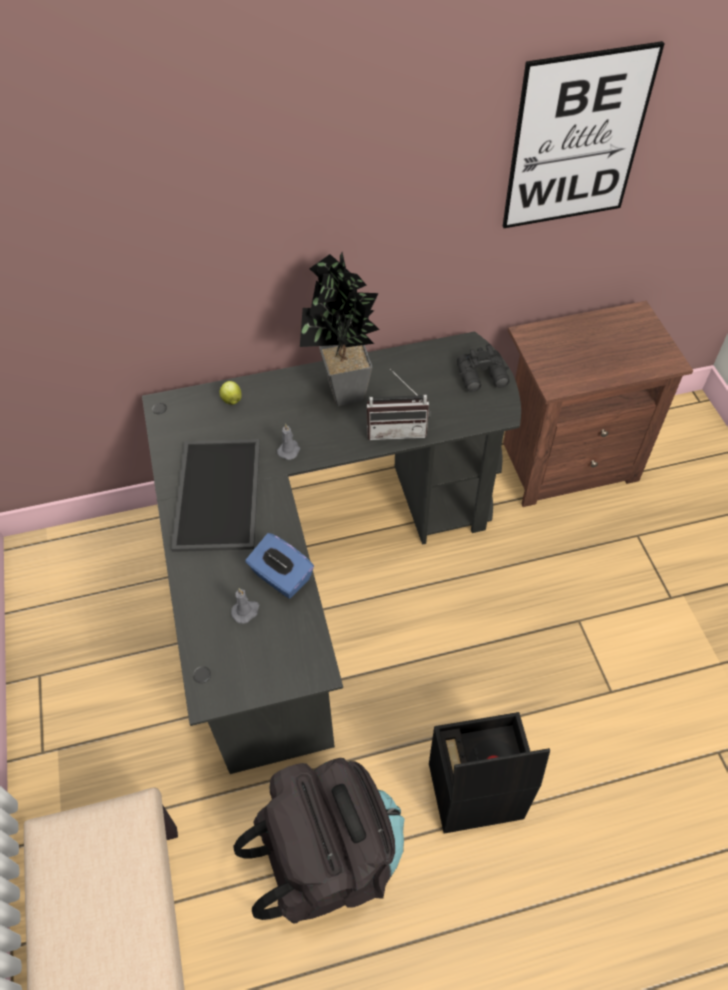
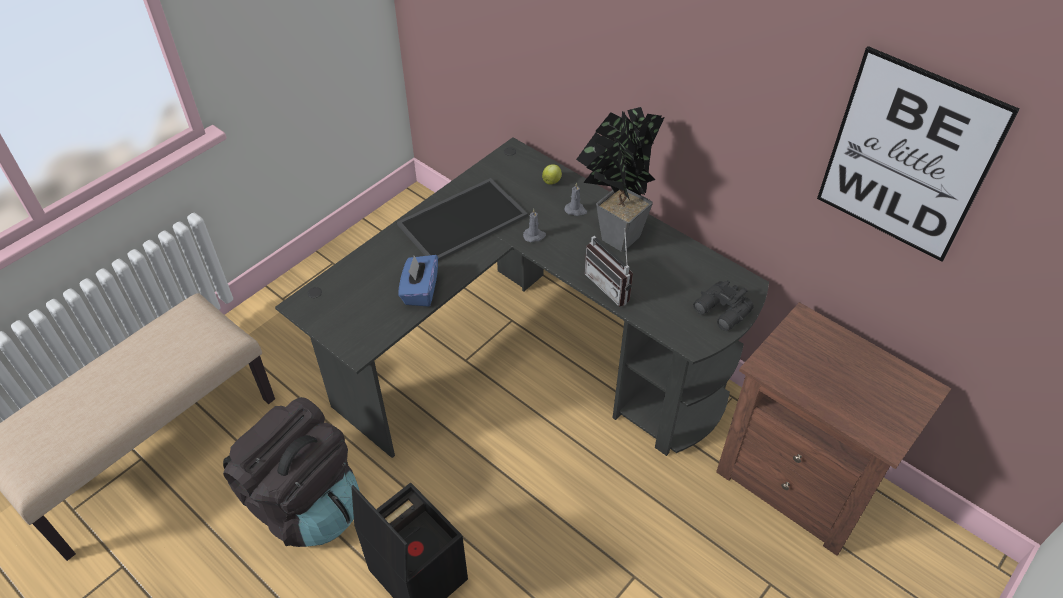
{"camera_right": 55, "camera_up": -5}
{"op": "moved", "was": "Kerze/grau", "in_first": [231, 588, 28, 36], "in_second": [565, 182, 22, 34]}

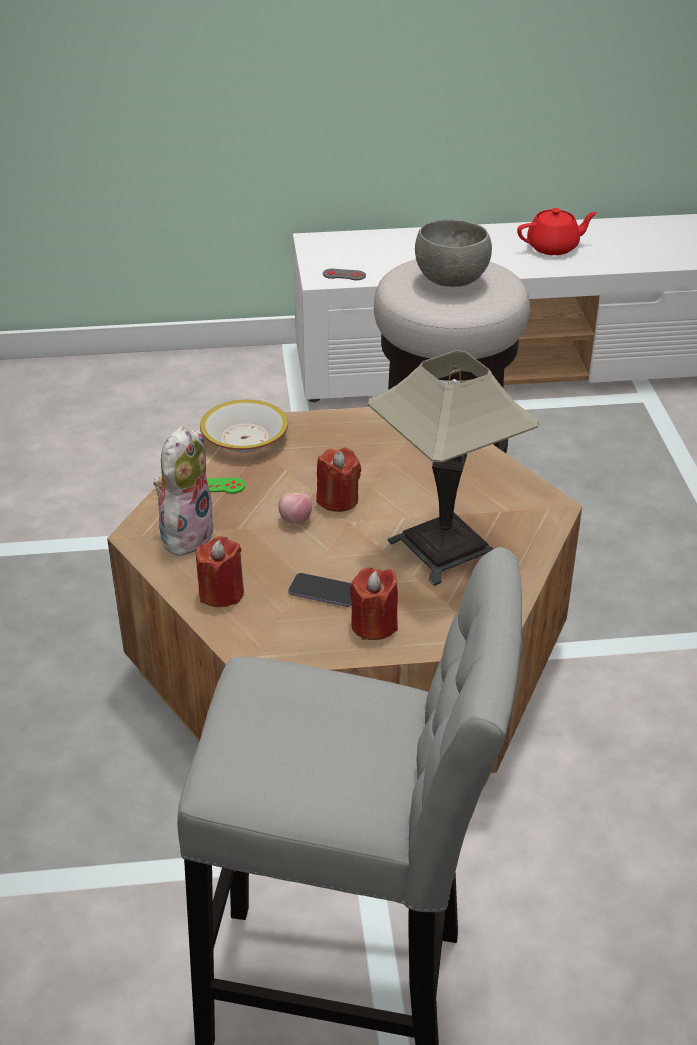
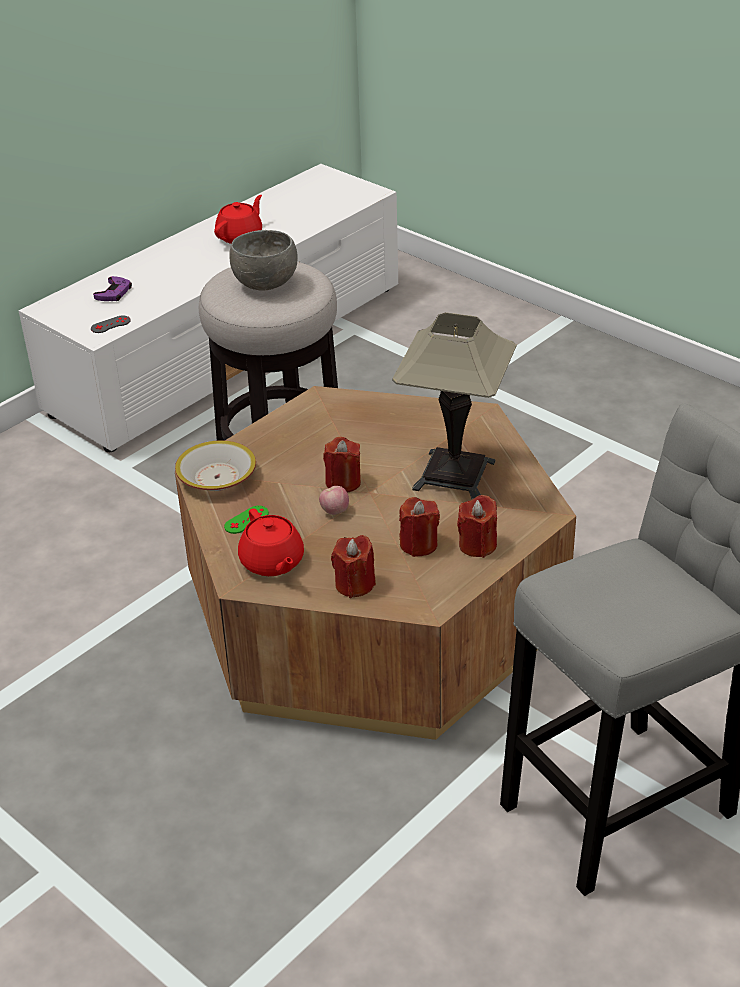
{"camera_right": -40, "camera_up": 0}
{"op": "replaced", "was": "Plüschtier", "now": "Teekanne/rot", "in_first": [149, 426, 66, 130], "in_second": [238, 508, 66, 68]}
{"op": "replaced", "was": "Handy", "now": "Kerze/rot", "in_first": [288, 573, 64, 34], "in_second": [399, 497, 41, 60]}
{"op": "added", "now": "Gamepad/lila", "in_second": [93, 276, 39, 25]}

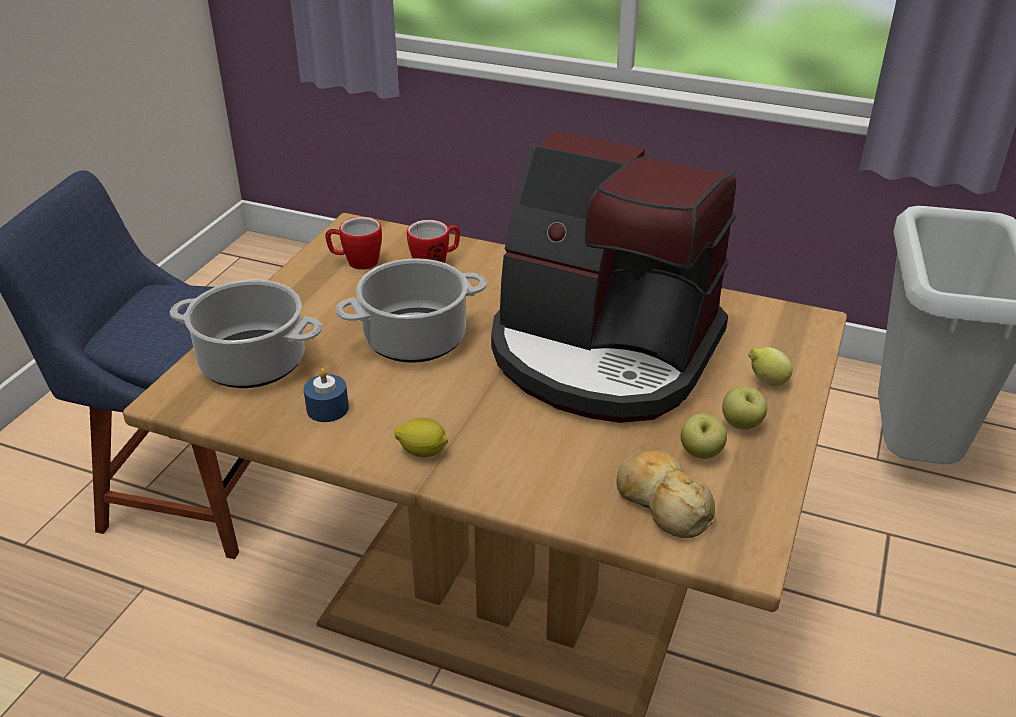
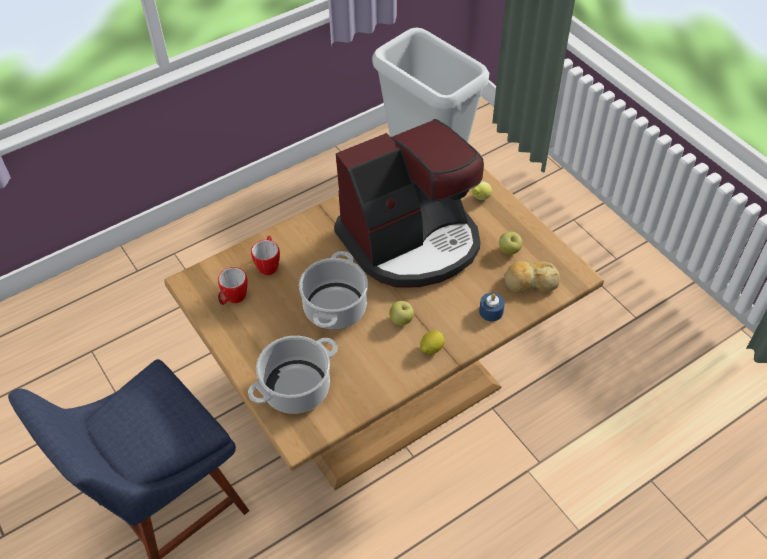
{"camera_right": -55, "camera_up": 15}
{"op": "moved", "was": "Kerze/blau", "in_first": [304, 368, 45, 54], "in_second": [479, 293, 26, 28]}
{"op": "moved", "was": "Apfel", "in_first": [722, 386, 45, 44], "in_second": [389, 301, 25, 24]}

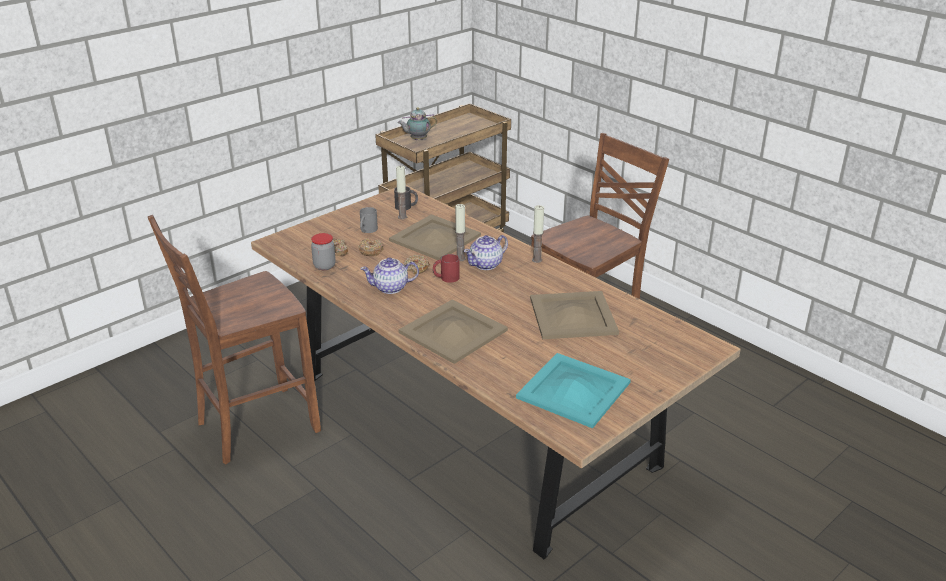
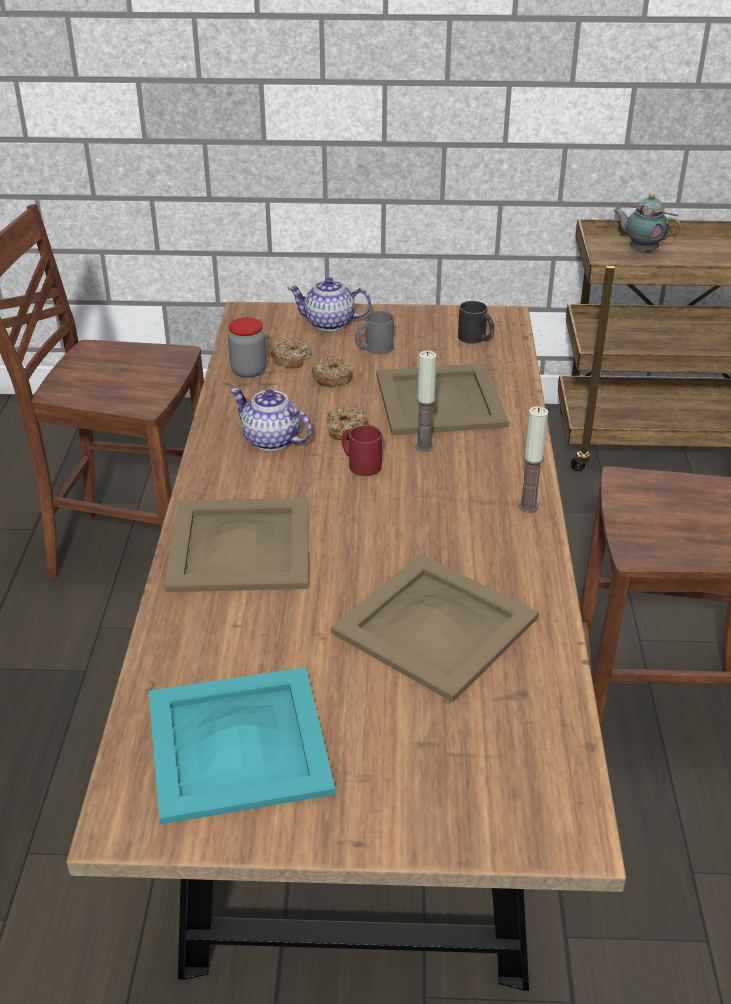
{"camera_right": 45, "camera_up": 5}
{"op": "removed", "was": "Kerze", "in_first": [396, 166, 11, 53]}
{"op": "moved", "was": "Teekanne", "in_first": [464, 235, 44, 35], "in_second": [288, 277, 83, 54]}

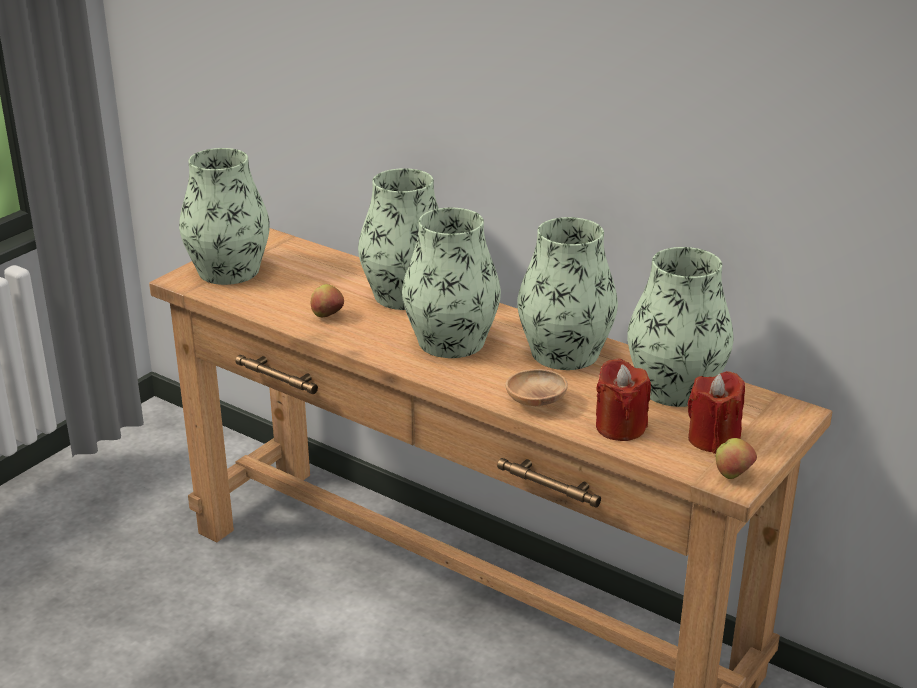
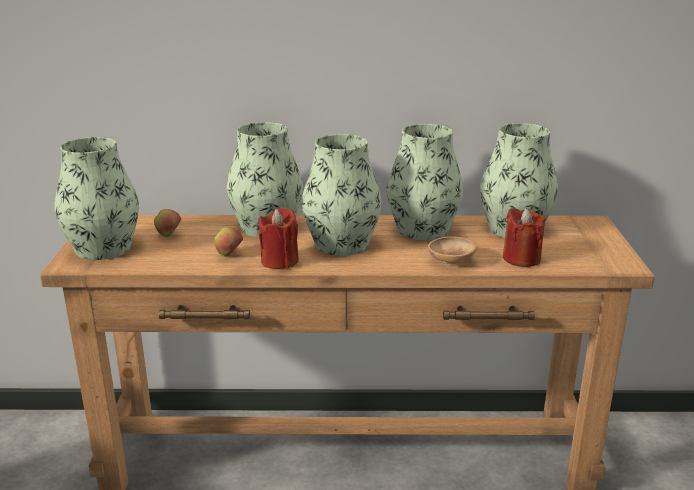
{"camera_right": -35, "camera_up": -5}
{"op": "moved", "was": "Kerze/rot", "in_first": [688, 371, 57, 83], "in_second": [258, 207, 41, 62]}
{"op": "moved", "was": "Apfel", "in_first": [716, 438, 41, 41], "in_second": [154, 209, 27, 28]}

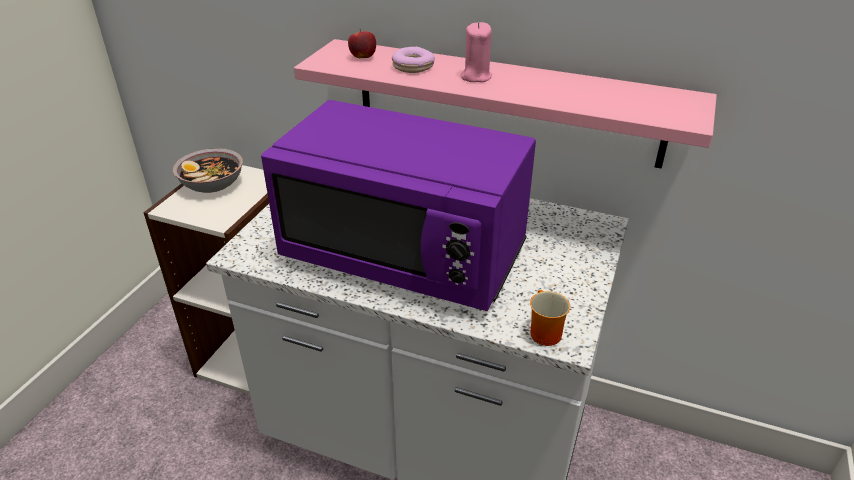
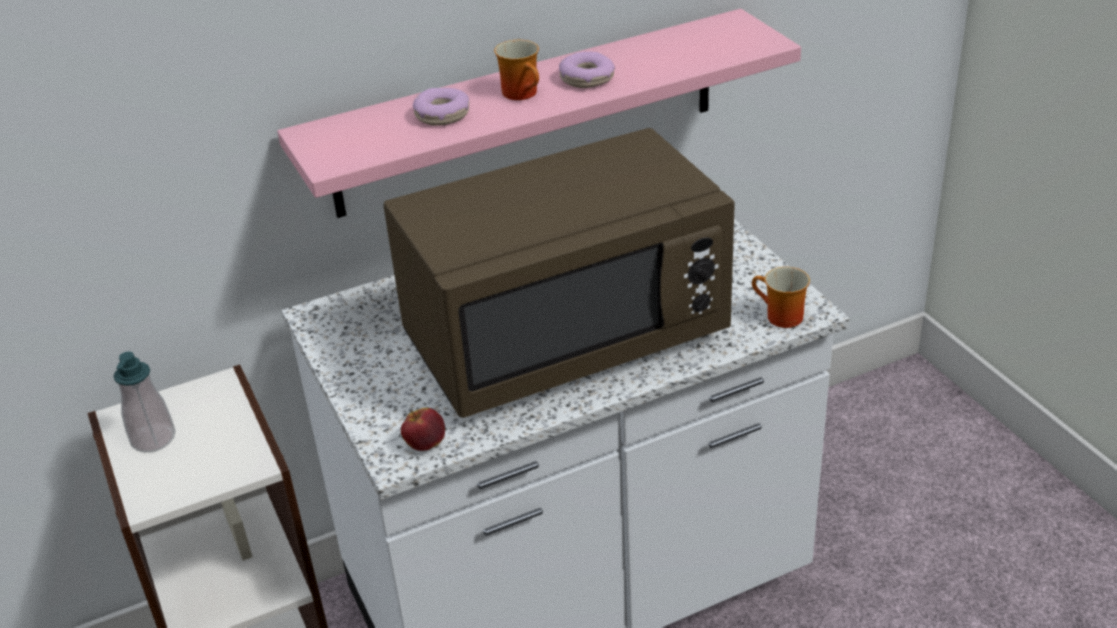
{"camera_right": -45, "camera_up": 0}
{"op": "replaced", "was": "Schüssel", "now": "Seifenspender", "in_first": [173, 148, 70, 45], "in_second": [114, 352, 61, 101]}
{"op": "recoloured", "was": "Mikrowelle/lila", "now": "Mikrowelle/braun", "in_first": [261, 100, 275, 211], "in_second": [383, 128, 352, 290]}
{"op": "moved", "was": "Apfel", "in_first": [348, 28, 28, 30], "in_second": [401, 408, 44, 43]}
{"op": "replaced", "was": "Kerze/rosa", "now": "Henkelbecher", "in_first": [461, 22, 31, 60], "in_second": [494, 40, 45, 60]}
{"op": "added", "now": "Donut", "in_second": [559, 52, 56, 36]}

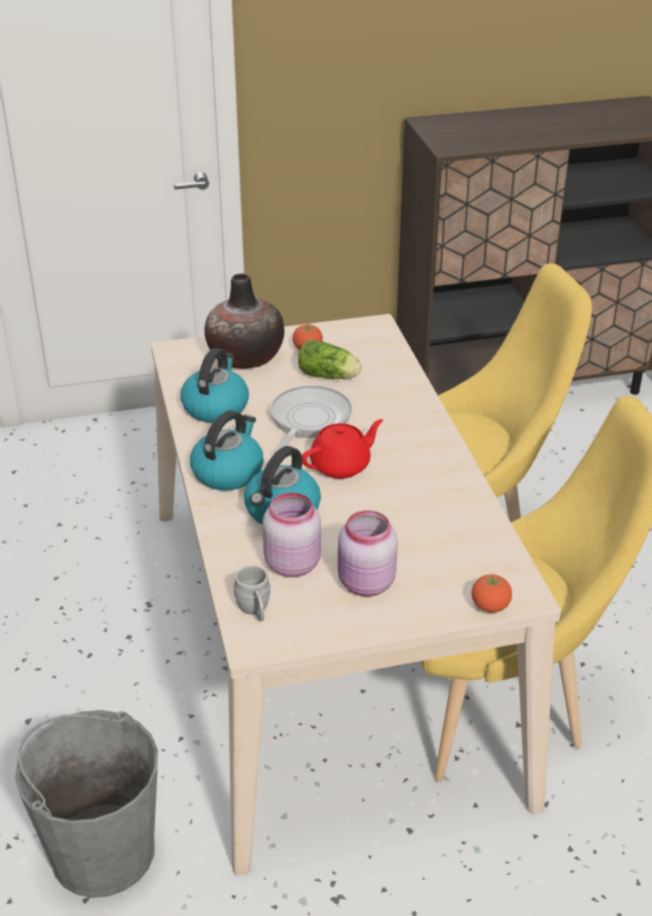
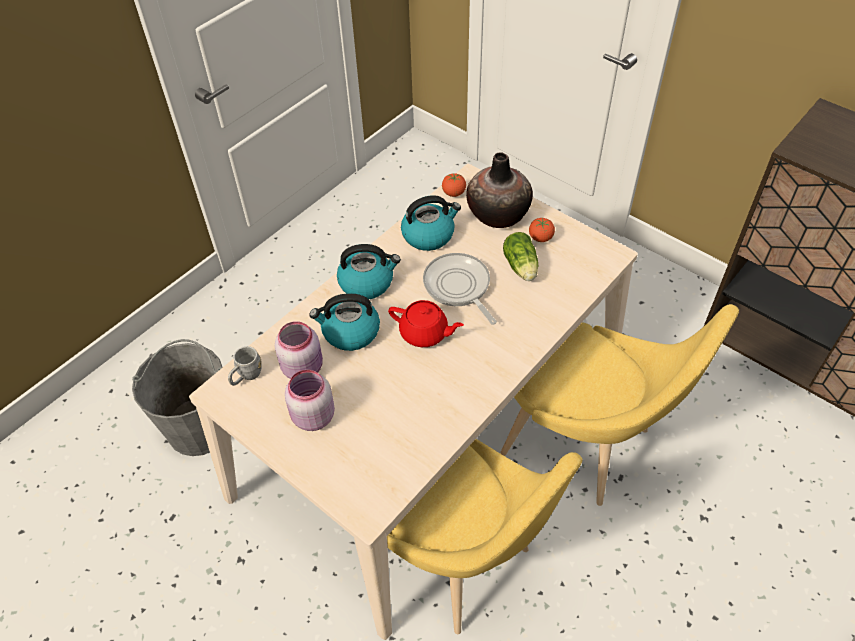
{"camera_right": 55, "camera_up": 15}
{"op": "turned", "was": "Pfanne", "in_first": [270, 385, 82, 68], "in_second": [423, 253, 74, 72], "clockwise": -105}
{"op": "moved", "was": "Tomate", "in_first": [472, 574, 40, 39], "in_second": [442, 173, 24, 24]}

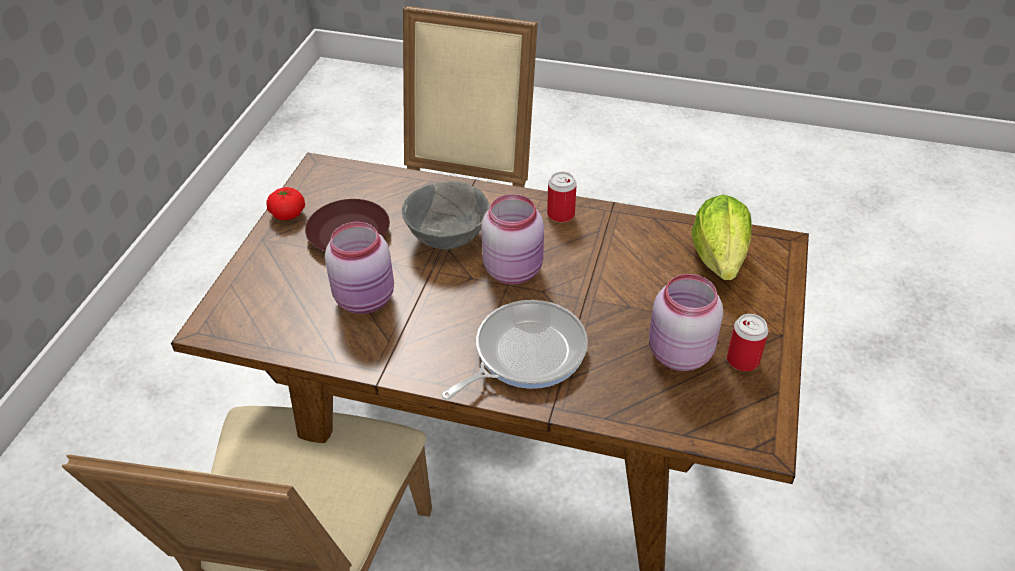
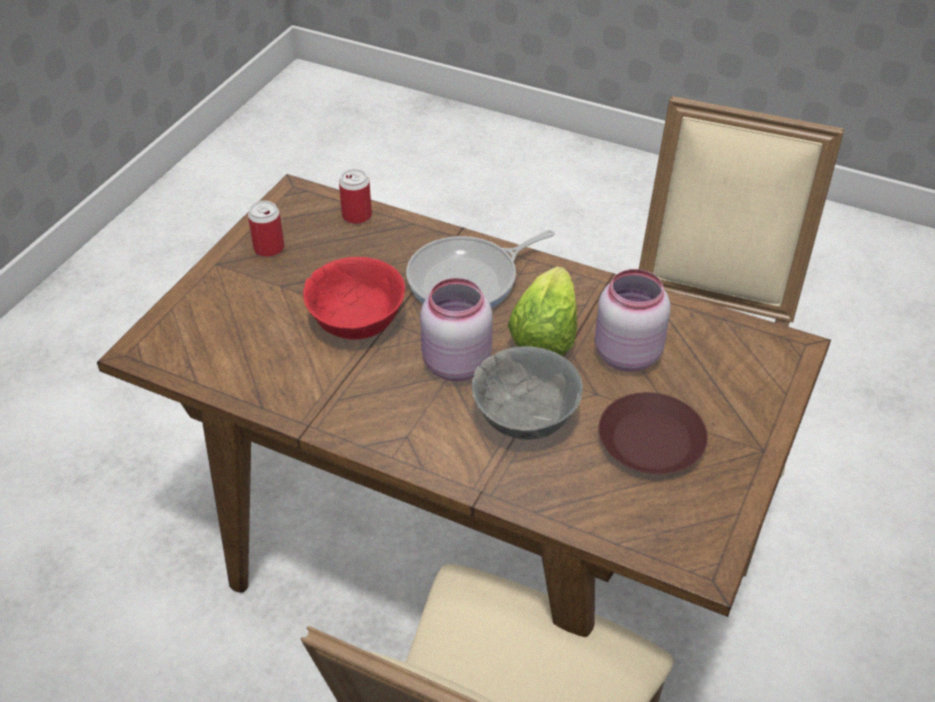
{"camera_right": -170, "camera_up": 0}
{"op": "removed", "was": "Tomate", "in_first": [266, 187, 39, 33]}
{"op": "moved", "was": "Dose", "in_first": [547, 172, 30, 51], "in_second": [339, 169, 33, 55]}
{"op": "removed", "was": "Vorratsglas/rosa", "in_first": [649, 274, 74, 97]}
{"op": "moved", "was": "Salatkopf", "in_first": [692, 195, 60, 85], "in_second": [508, 267, 69, 89]}
{"op": "added", "now": "Schüssel/rot", "in_second": [303, 257, 102, 83]}

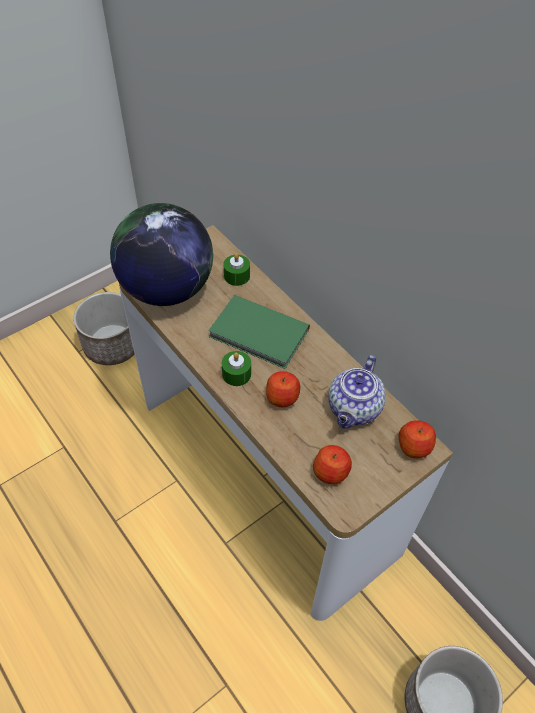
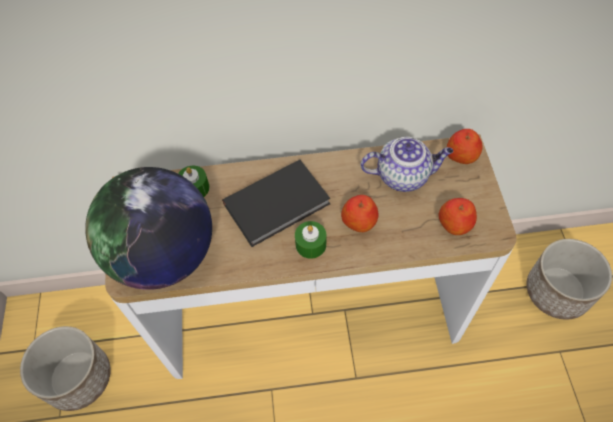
{"camera_right": -55, "camera_up": 5}
{"op": "recoloured", "was": "Buch/grün", "now": "Buch/schwarz", "in_first": [208, 295, 102, 74], "in_second": [222, 160, 109, 87]}
{"op": "turned", "was": "Teekanne", "in_first": [328, 355, 58, 74], "in_second": [360, 137, 93, 55], "clockwise": -60}

